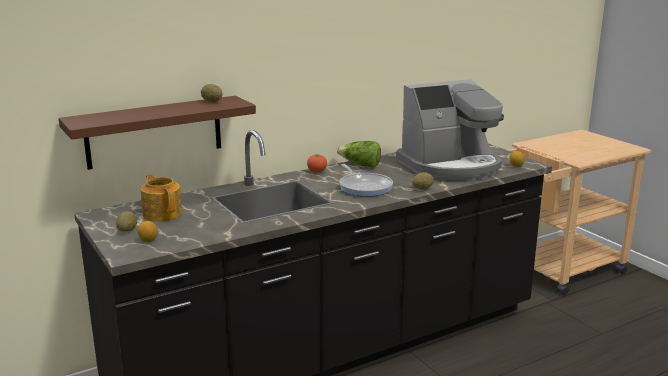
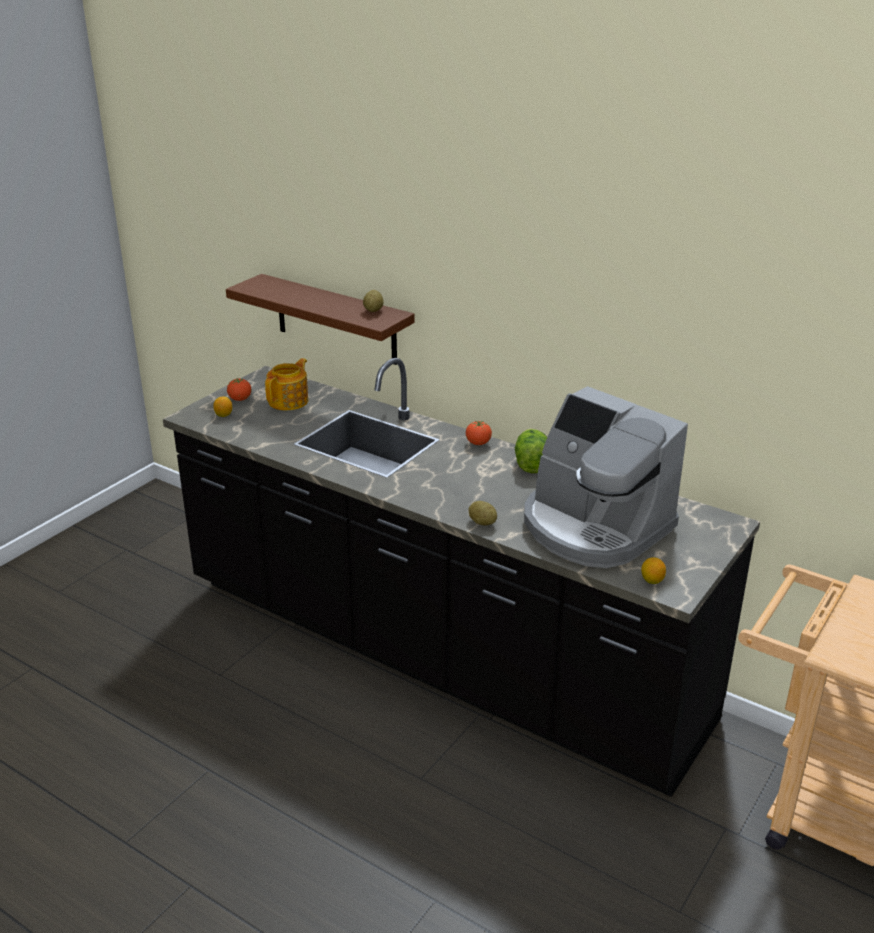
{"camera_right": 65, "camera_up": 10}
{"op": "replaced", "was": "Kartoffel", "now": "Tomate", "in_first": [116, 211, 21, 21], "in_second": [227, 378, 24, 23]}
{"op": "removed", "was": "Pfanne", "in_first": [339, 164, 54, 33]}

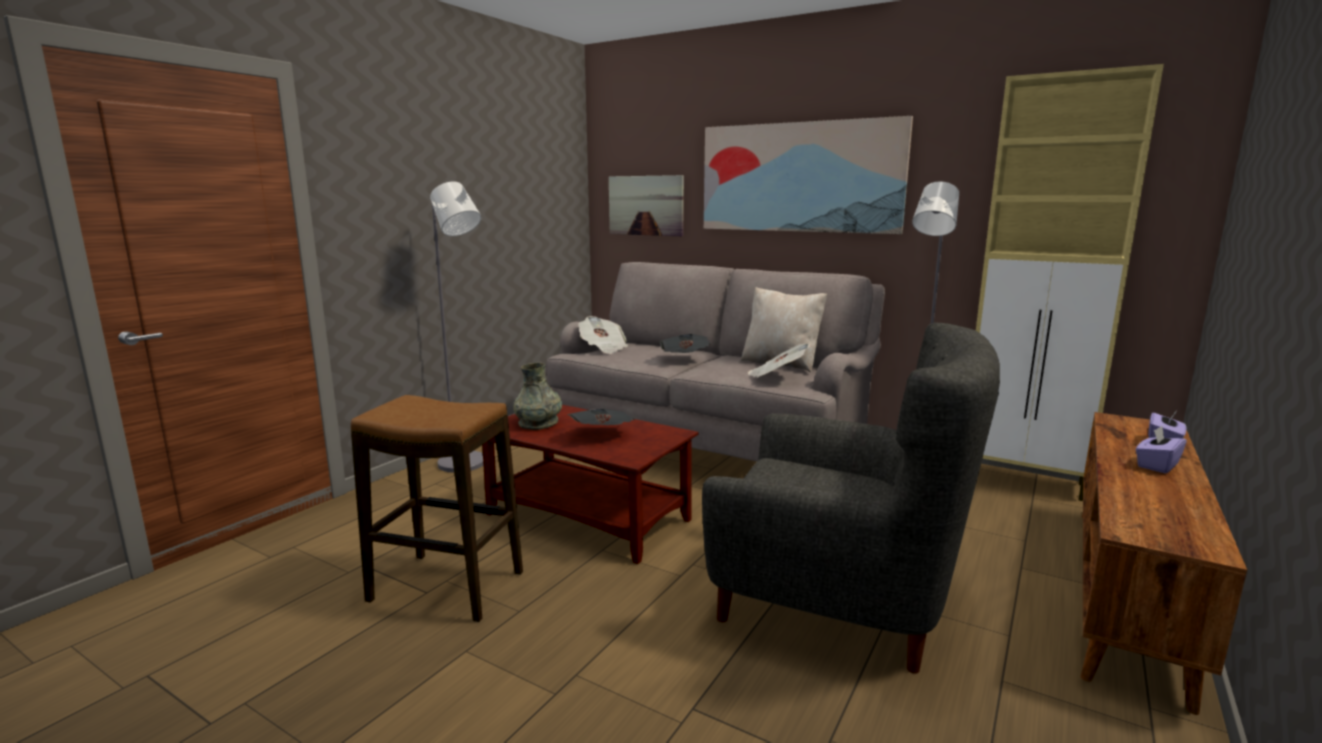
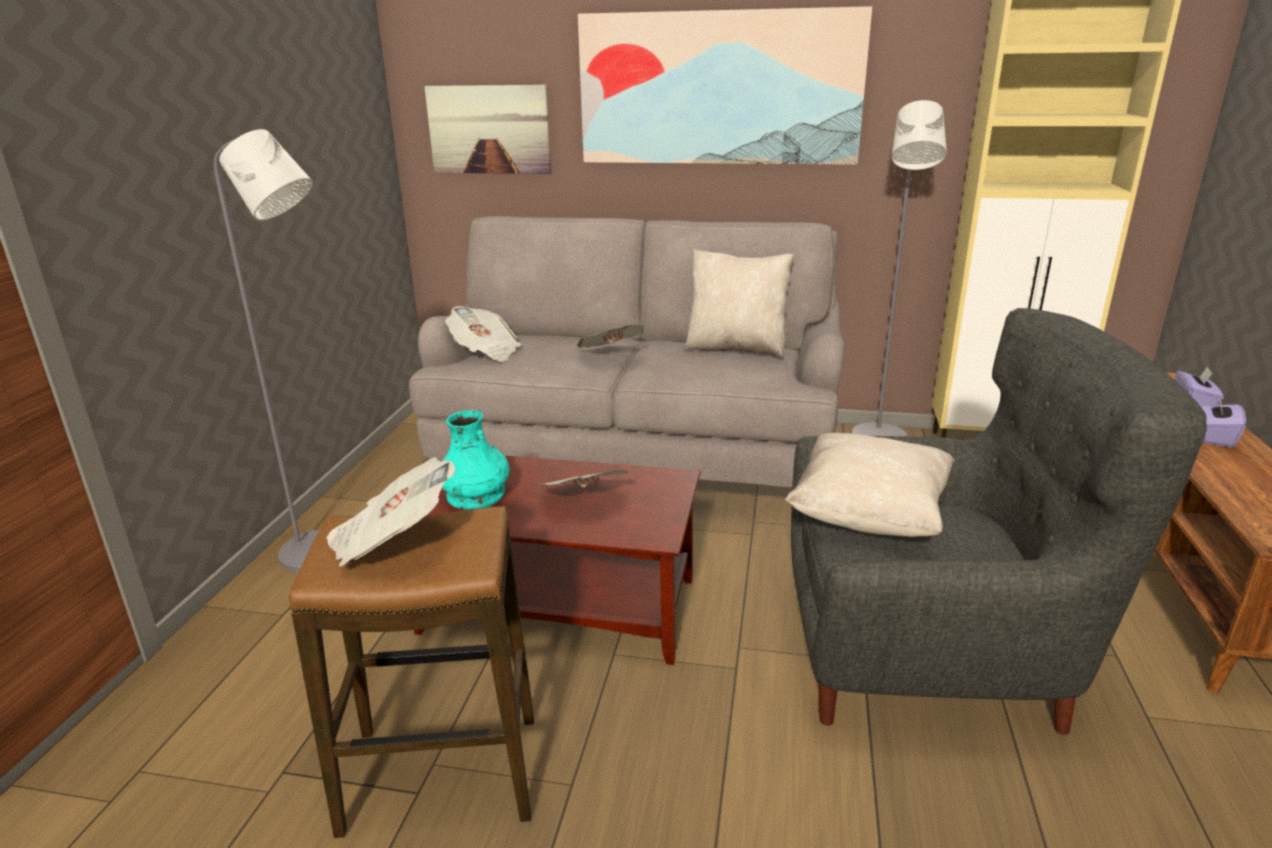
{"camera_right": -20, "camera_up": 10}
{"op": "recoloured", "was": "Vase/grau", "now": "Vase/türkis", "in_first": [513, 363, 49, 67], "in_second": [442, 410, 67, 100]}
{"op": "moved", "was": "Zeitung", "in_first": [748, 343, 63, 35], "in_second": [326, 457, 129, 110]}
{"op": "added", "now": "Kissen/beige", "in_second": [785, 433, 170, 104]}

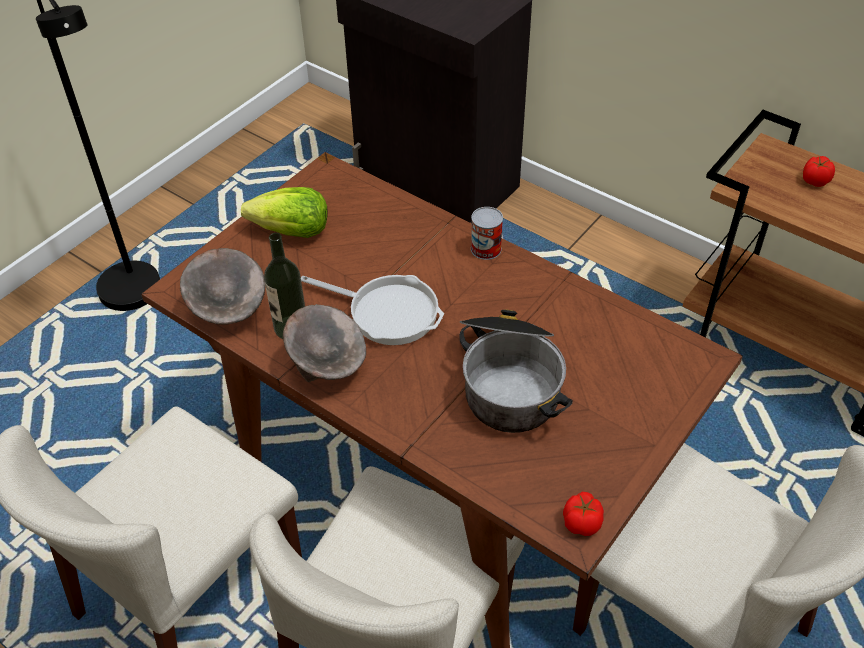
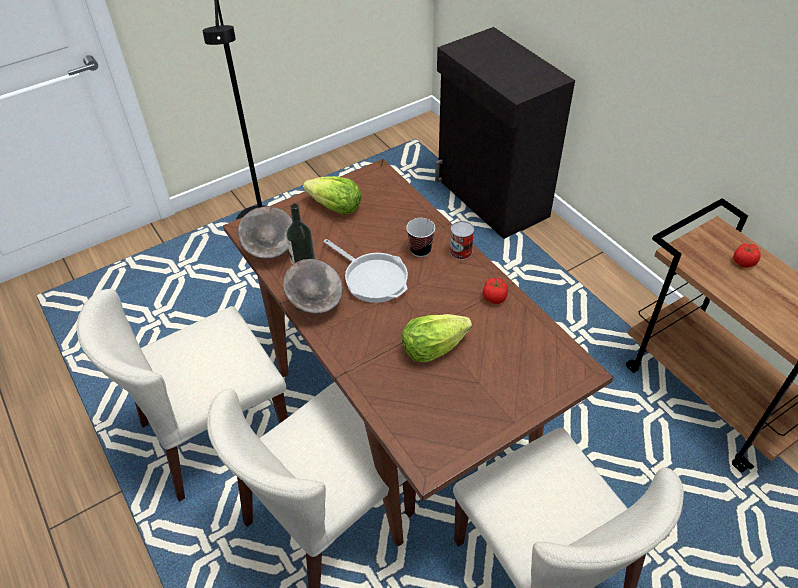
{"camera_right": 20, "camera_up": 0}
{"op": "replaced", "was": "Kochtopf", "now": "Salatkopf", "in_first": [459, 309, 113, 124], "in_second": [402, 314, 70, 49]}
{"op": "moved", "was": "Tomate", "in_first": [563, 492, 41, 44], "in_second": [483, 278, 25, 26]}
{"op": "added", "now": "Tasse", "in_second": [406, 218, 29, 39]}

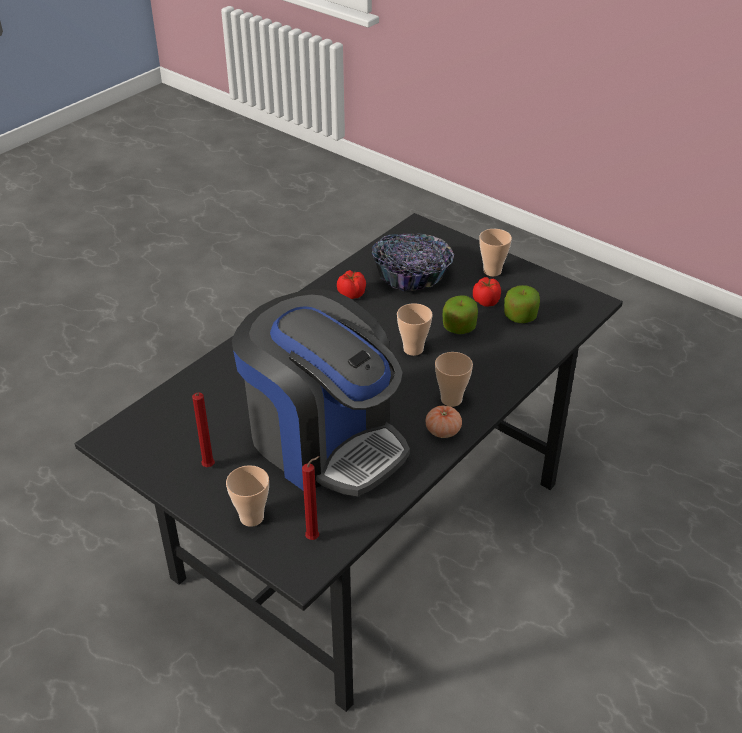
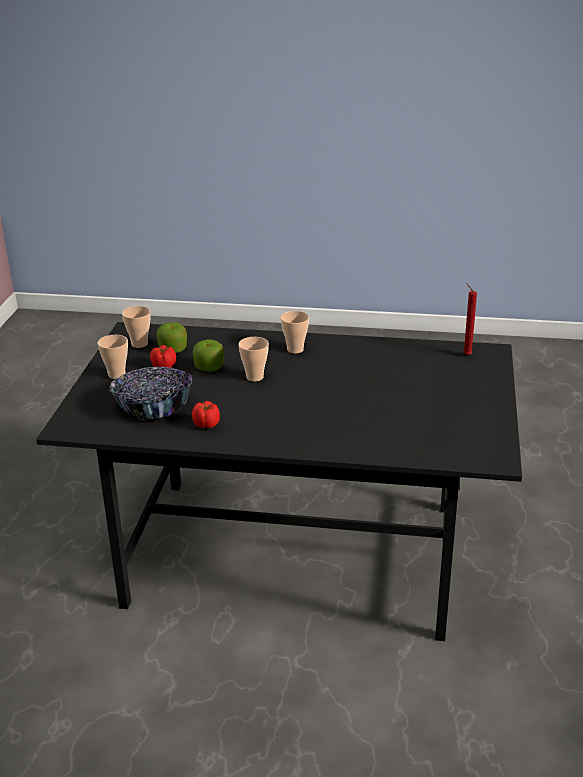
{"camera_right": -120, "camera_up": -10}
{"op": "removed", "was": "Kerze/rot", "in_first": [192, 393, 23, 74]}
{"op": "moved", "was": "Tasse", "in_first": [226, 465, 43, 62], "in_second": [122, 306, 29, 42]}
{"op": "removed", "was": "Kaffeemaschine", "in_first": [232, 289, 178, 207]}
{"op": "removed", "was": "Tomate", "in_first": [426, 405, 36, 33]}

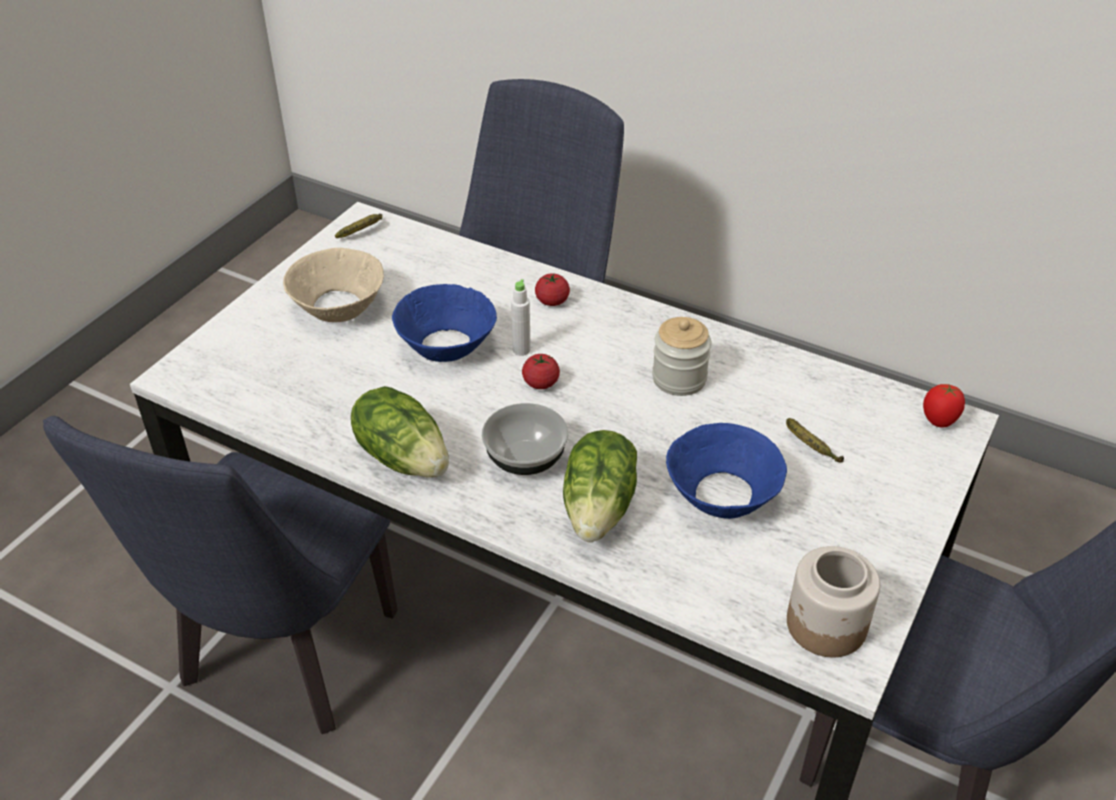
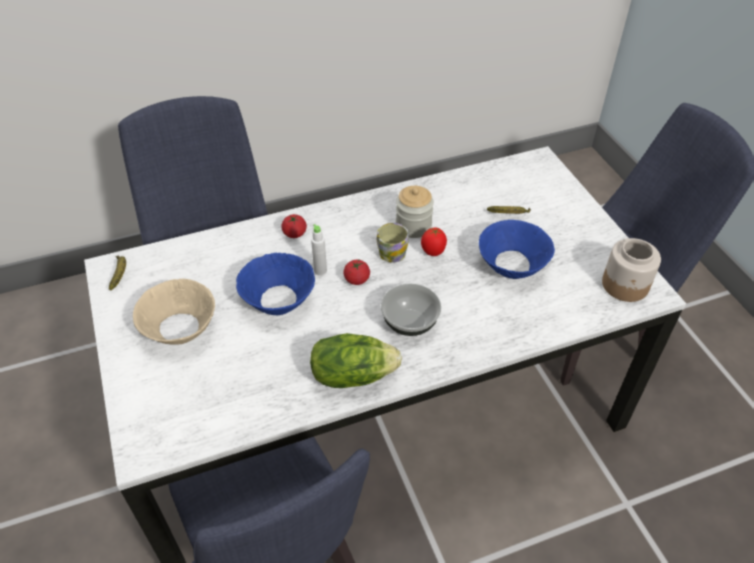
{"camera_right": -50, "camera_up": 5}
{"op": "removed", "was": "Salatkopf", "in_first": [563, 430, 74, 112]}
{"op": "moved", "was": "Tomate", "in_first": [923, 384, 42, 44], "in_second": [421, 227, 26, 29]}
{"op": "added", "now": "Henkelbecher", "in_second": [377, 223, 32, 40]}

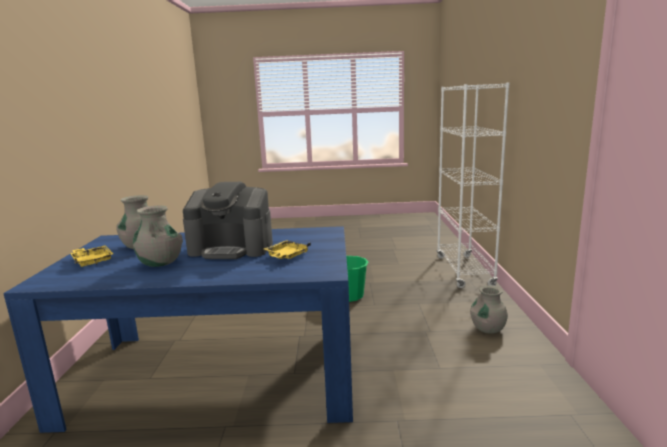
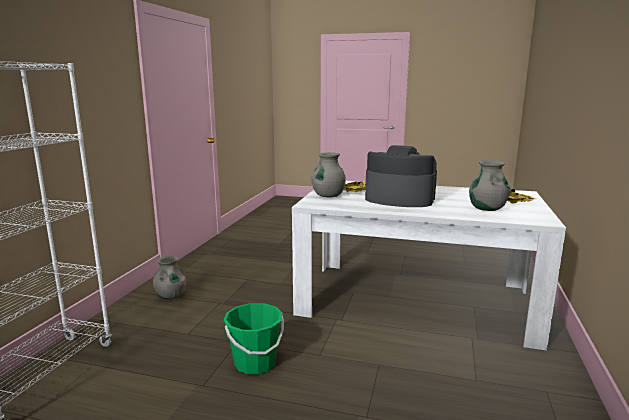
{"camera_right": -165, "camera_up": 0}
{"op": "recoloured", "was": "Esstisch/blau", "now": "Esstisch/weiß", "in_first": [3, 226, 350, 207], "in_second": [292, 181, 274, 169]}
{"op": "moved", "was": "Vase/grau", "in_first": [133, 206, 50, 61], "in_second": [311, 152, 35, 46]}

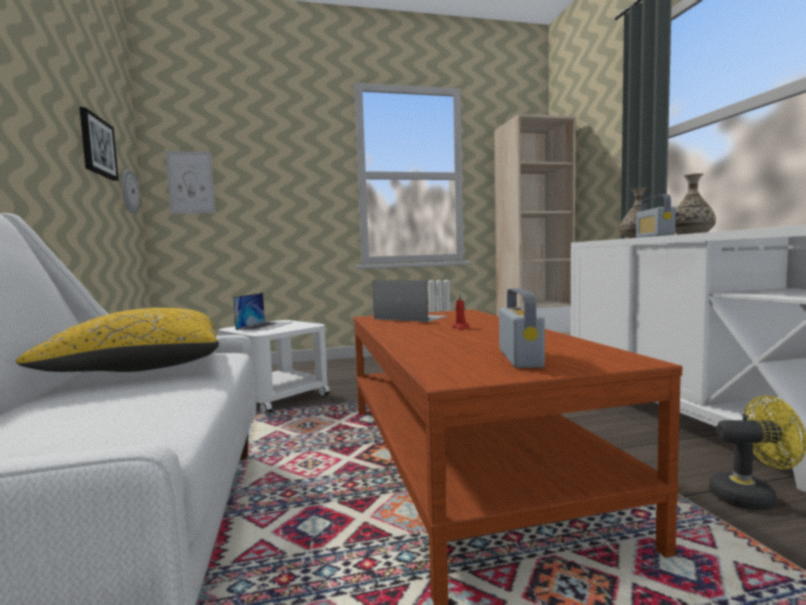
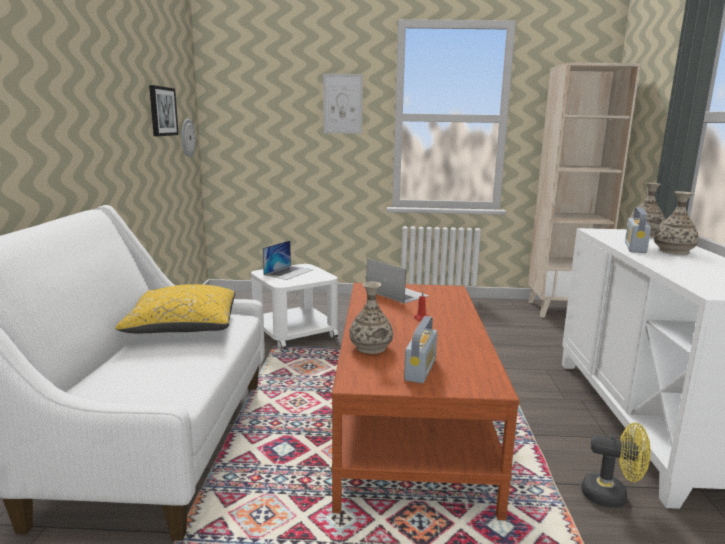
{"camera_right": 15, "camera_up": 10}
{"op": "moved", "was": "Bild", "in_first": [166, 151, 50, 63], "in_second": [323, 73, 40, 61]}
{"op": "added", "now": "Vase", "in_second": [349, 282, 44, 72]}

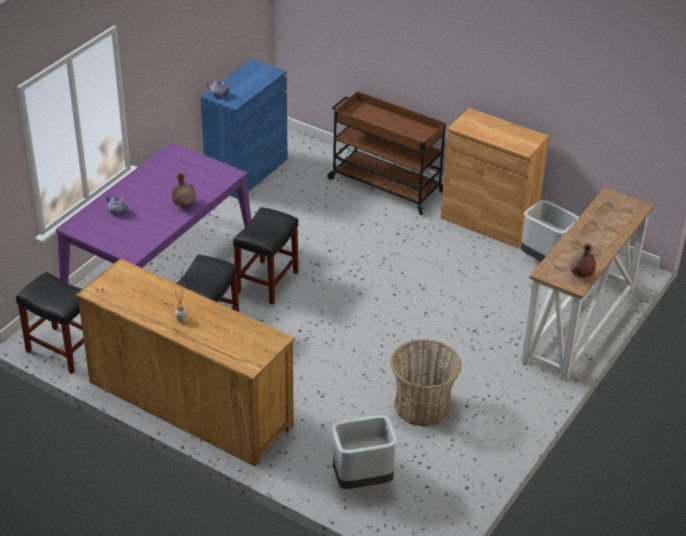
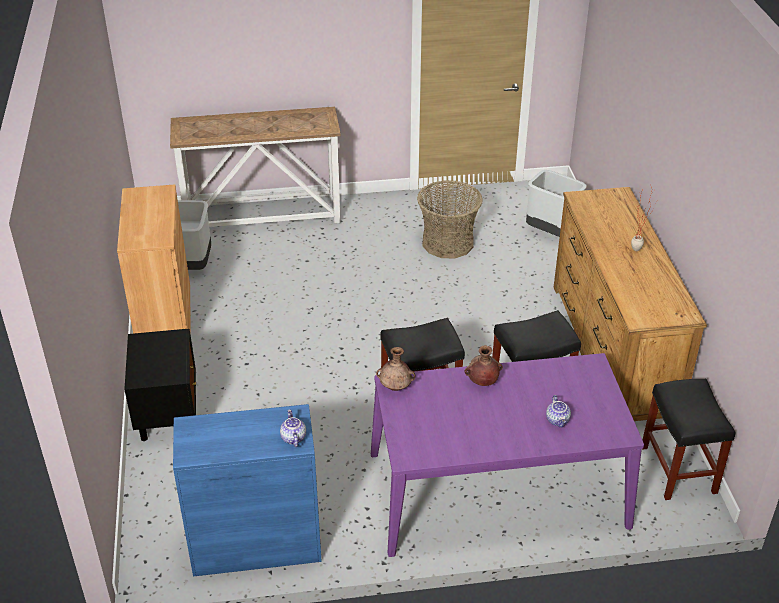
{"camera_right": -130, "camera_up": 0}
{"op": "replaced", "was": "Rollwagen/braun", "now": "Nachttisch/schwarz", "in_first": [327, 91, 119, 124], "in_second": [124, 329, 72, 112]}
{"op": "moved", "was": "Vase/braun", "in_first": [569, 244, 27, 33], "in_second": [376, 347, 39, 44]}

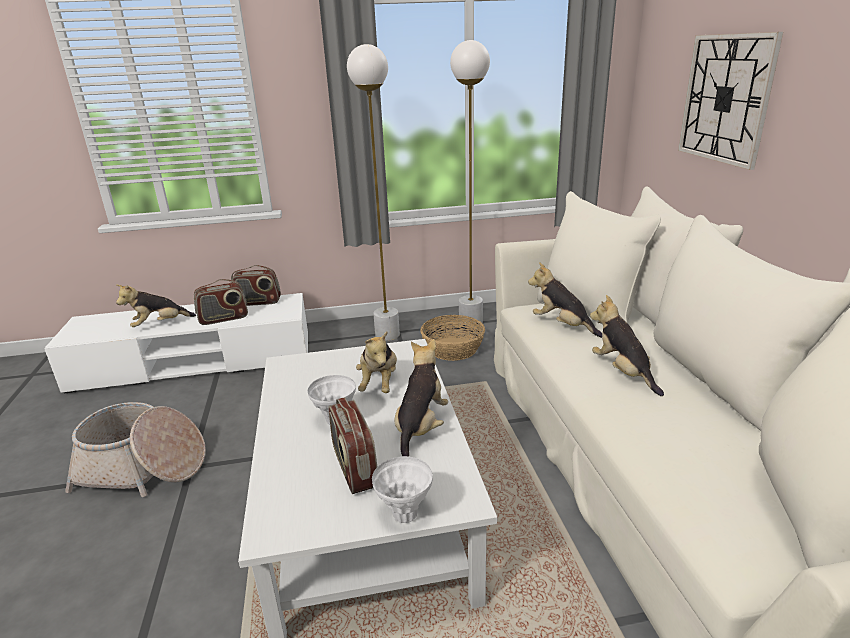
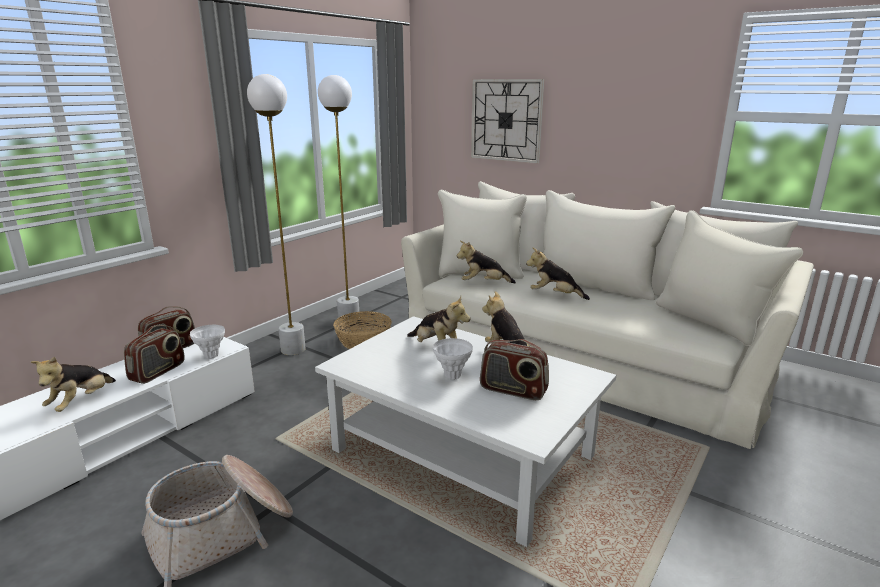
{"camera_right": -45, "camera_up": -5}
{"op": "moved", "was": "Vase/weiß", "in_first": [372, 456, 61, 67], "in_second": [190, 325, 35, 34]}

